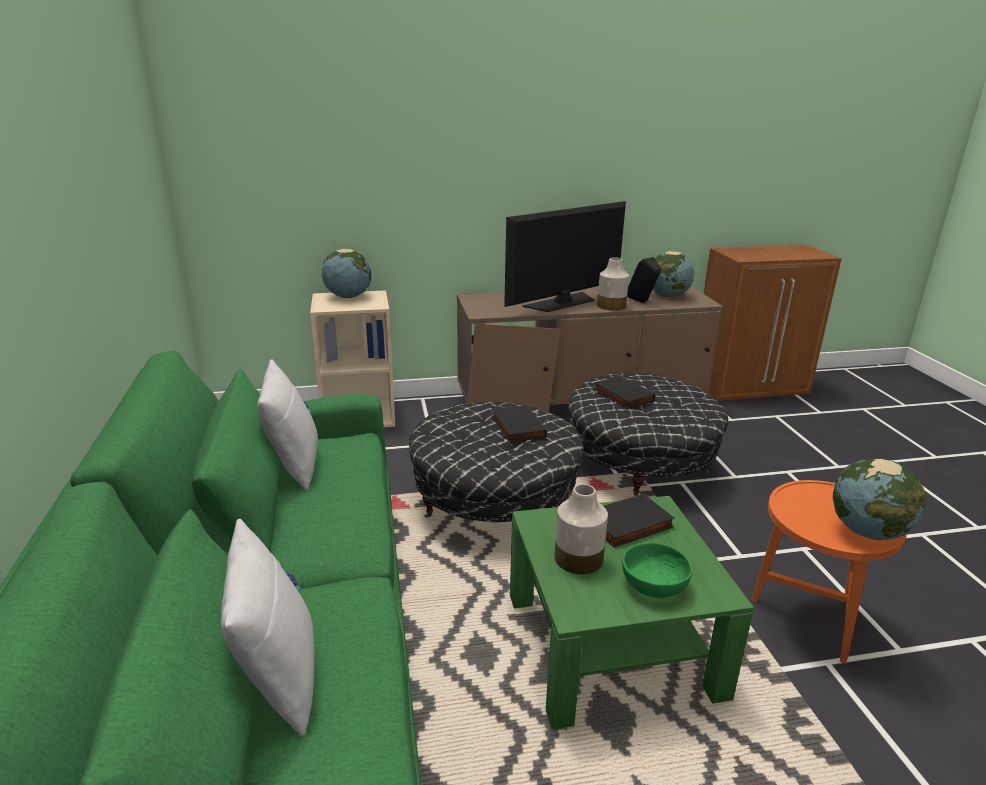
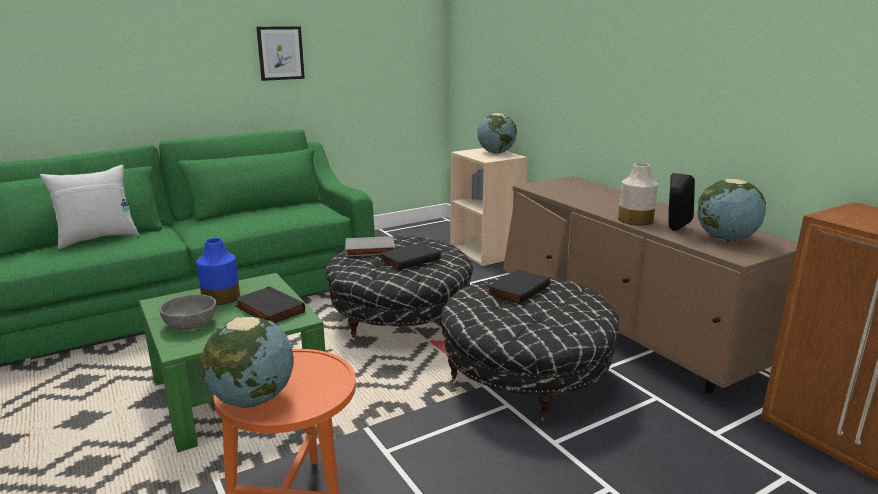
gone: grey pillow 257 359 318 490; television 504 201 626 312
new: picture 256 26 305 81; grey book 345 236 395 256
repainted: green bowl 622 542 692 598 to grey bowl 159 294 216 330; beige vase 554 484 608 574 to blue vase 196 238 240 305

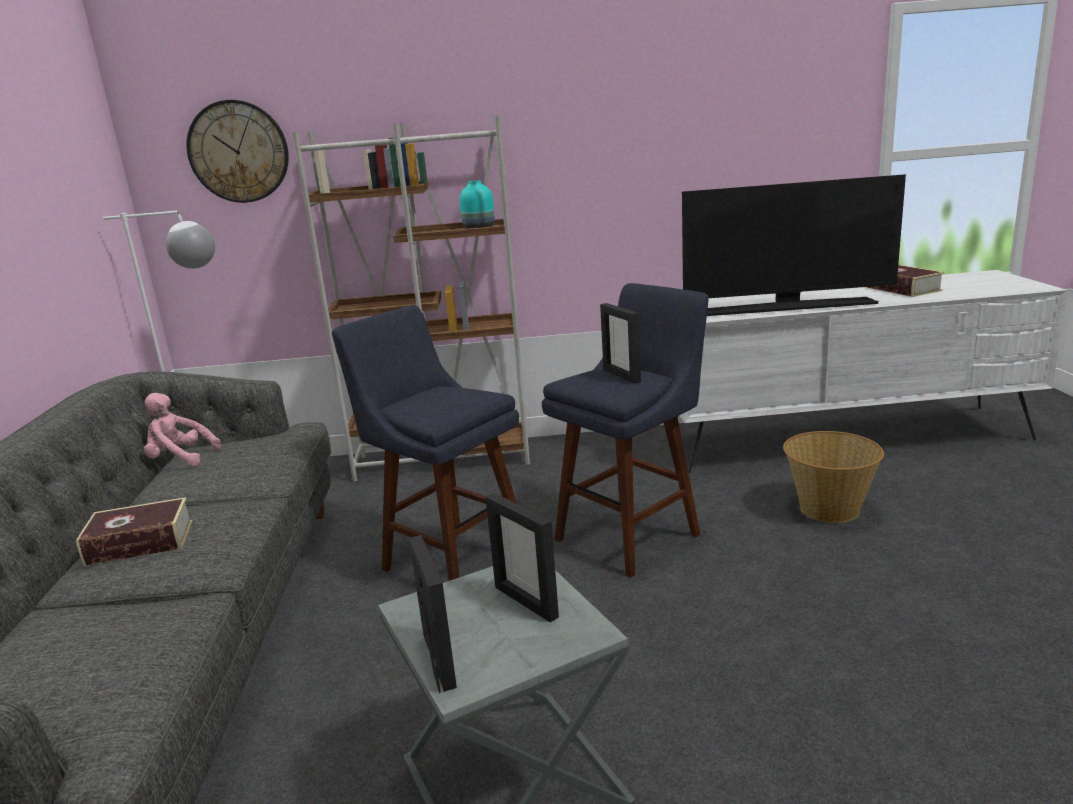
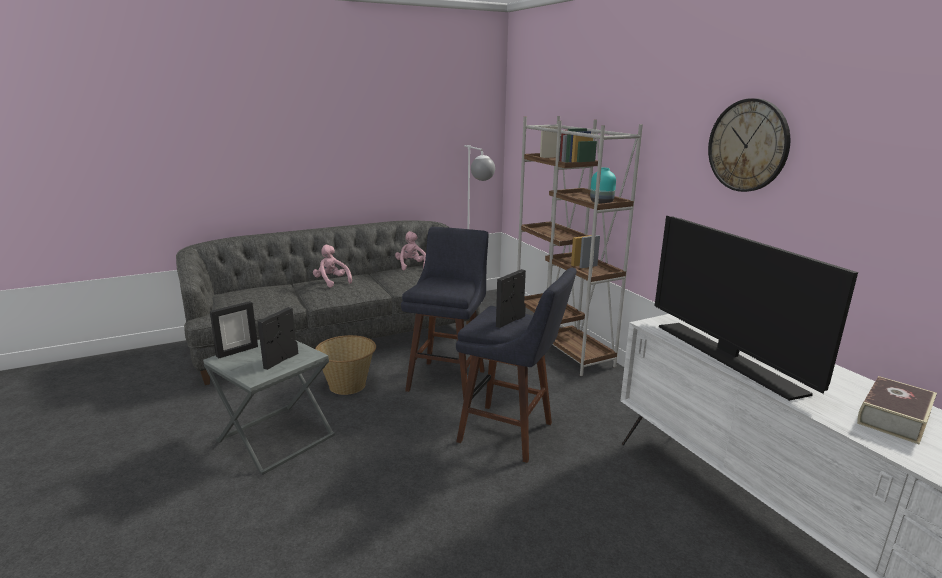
shifted: basket 783 431 884 523 to 315 335 376 395; wall clock 186 100 289 203 to 708 98 790 192
swapped: book 76 497 192 566 to pink plush toy 313 245 352 288

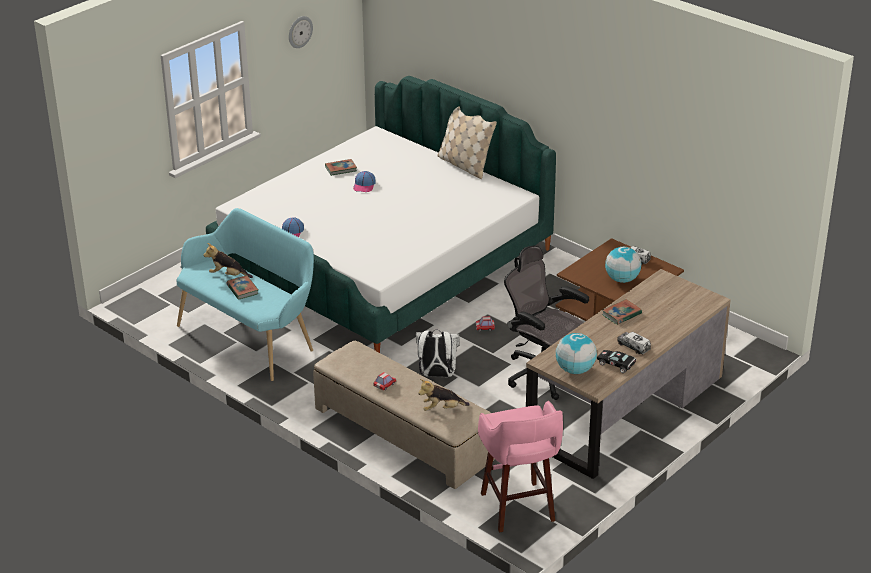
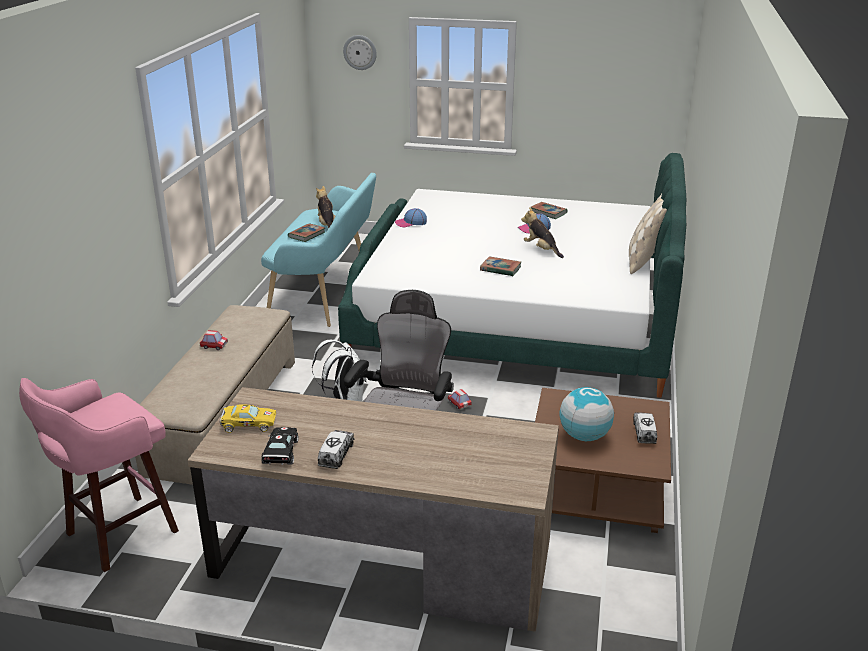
shifted: wall clock 289 16 313 48 to 343 35 377 70; book 602 299 642 325 to 480 256 521 276; plush toy 418 379 470 411 to 521 207 564 258
swapped: globe 556 333 597 374 to yellow toy car 220 405 276 433

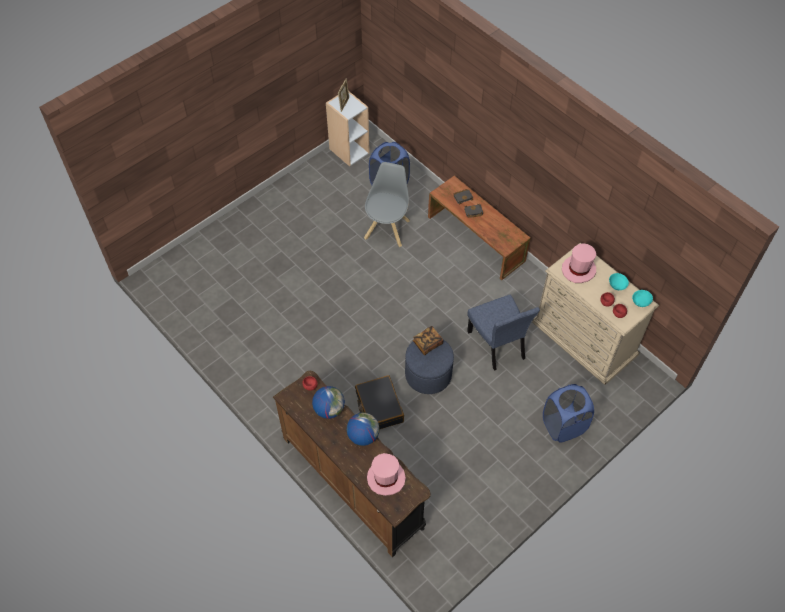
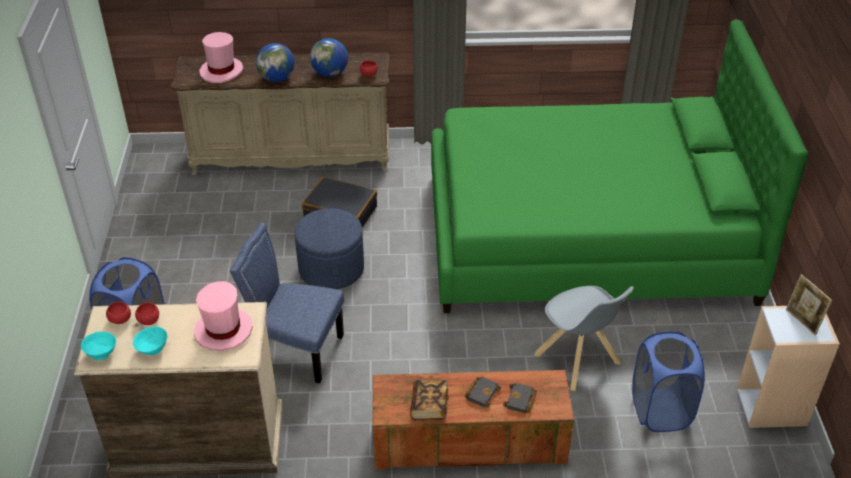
new: green bed 431 19 808 313
shifted: book 413 326 443 355 to 410 379 449 421
repainted: black cabinet 273 371 431 558 to beige cabinet 171 52 390 175

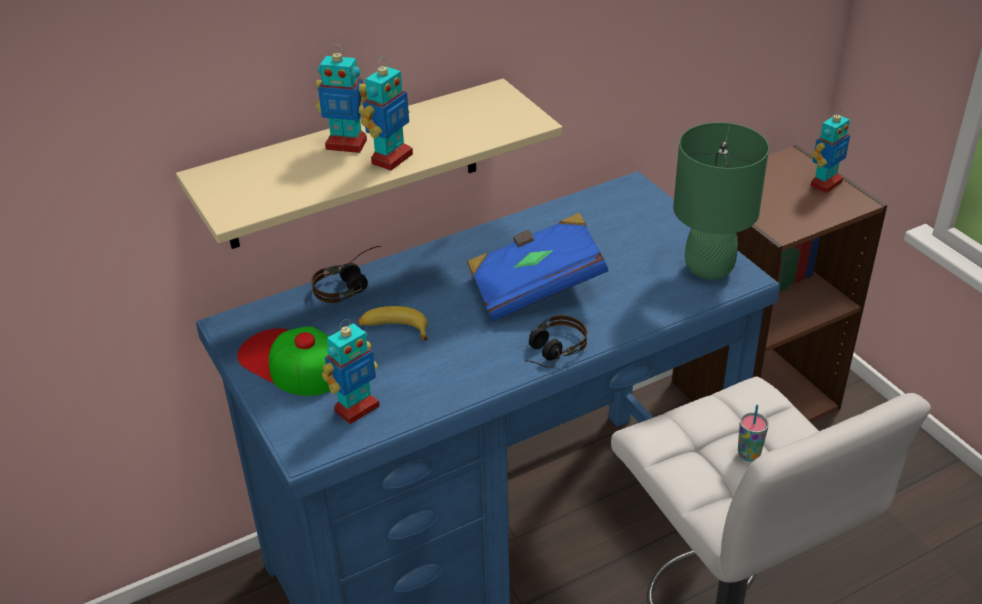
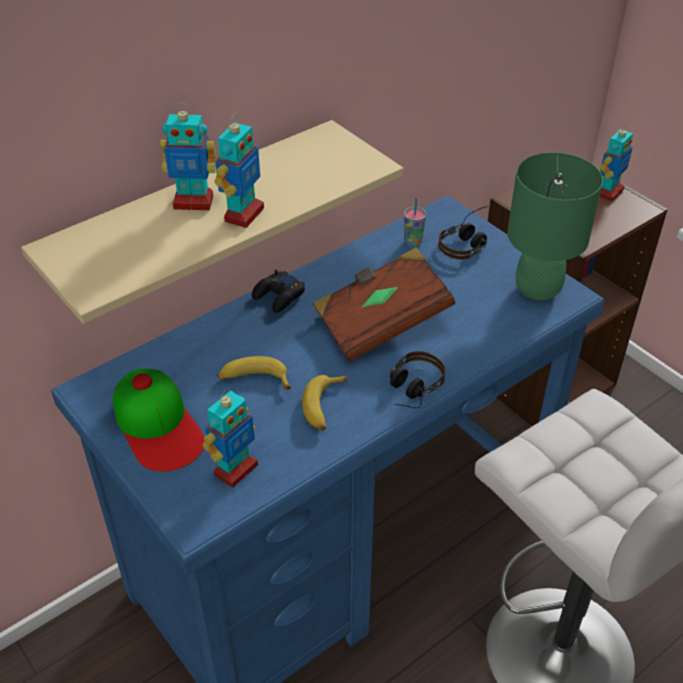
new: black game controller 252 270 305 313; banana 302 375 347 431
shifted: cup 738 405 769 461 to 404 198 426 247; headphones 311 246 381 303 to 438 206 489 260
repainted: blue book 467 213 608 321 to brown book 313 247 455 362
rotated: cap 237 326 330 396 = 113 369 204 472 150 degrees counterclockwise

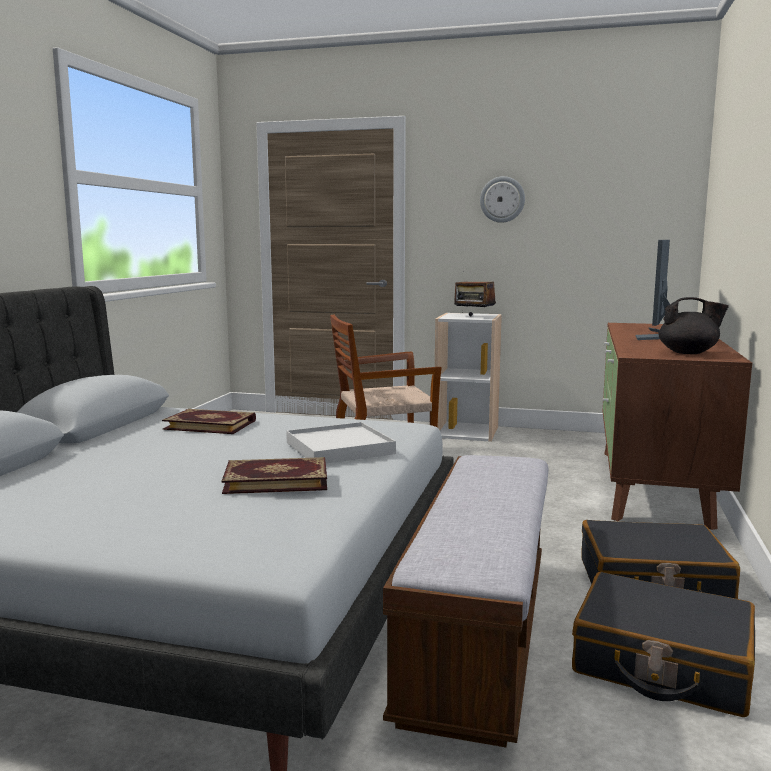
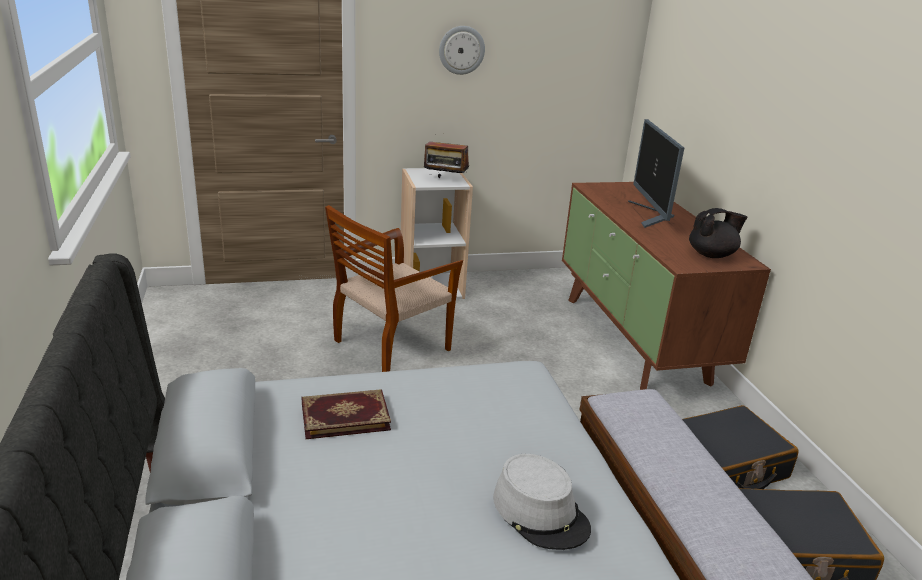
gone: white tray 286 422 396 463
swapped: book 222 457 327 494 to grey hat 493 454 591 550

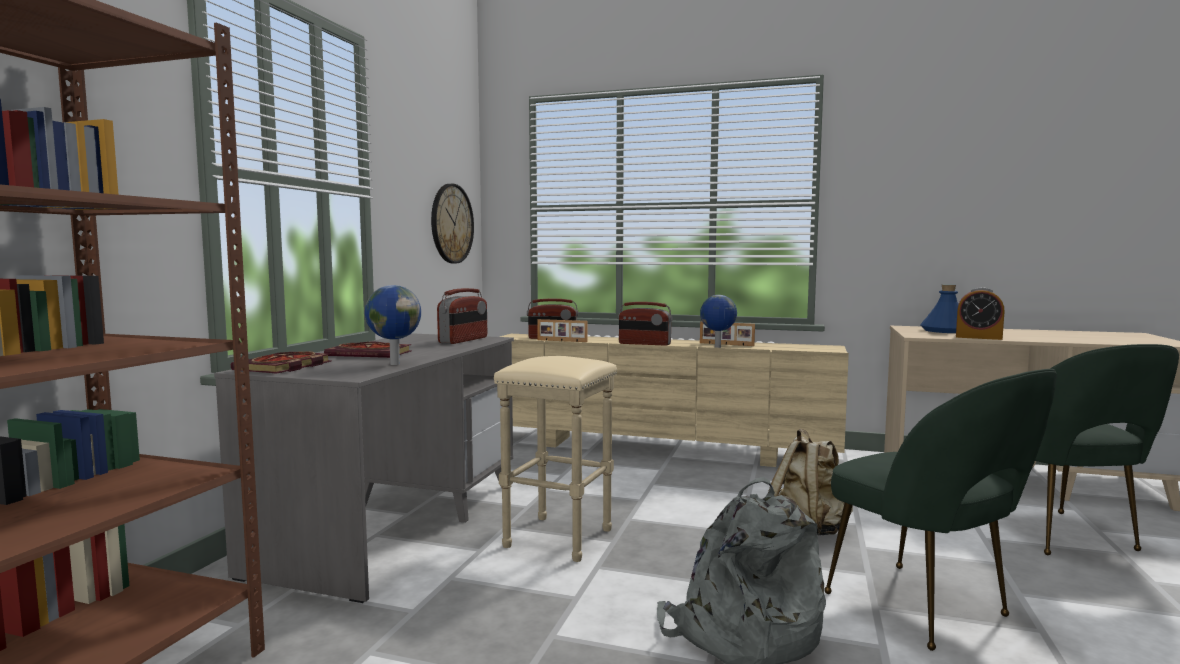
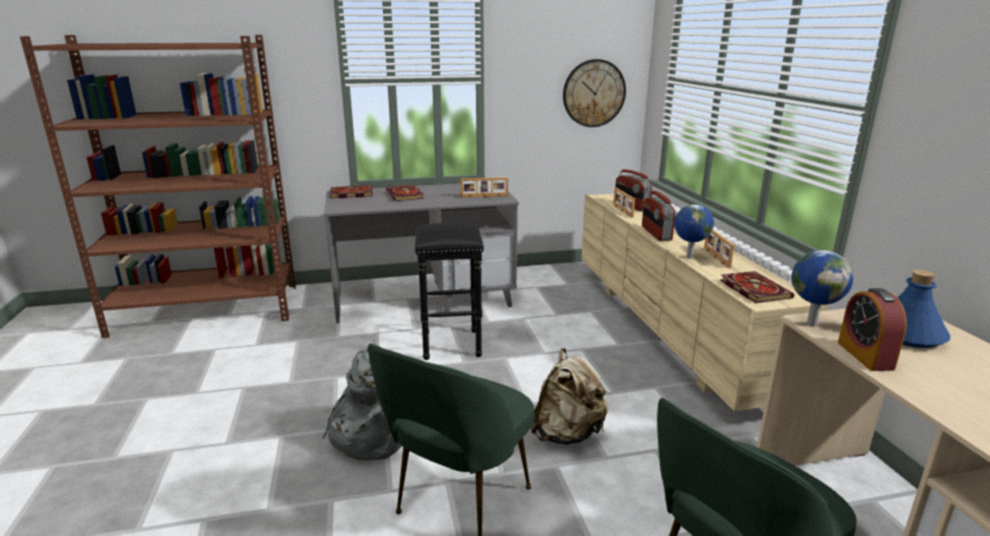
new: book 720 271 794 303
shifted: globe 365 285 421 365 to 791 250 853 327
swapped: radio 437 288 488 344 to picture frame 461 177 508 198
repainted: beige stool 494 356 617 562 to black stool 415 223 484 360

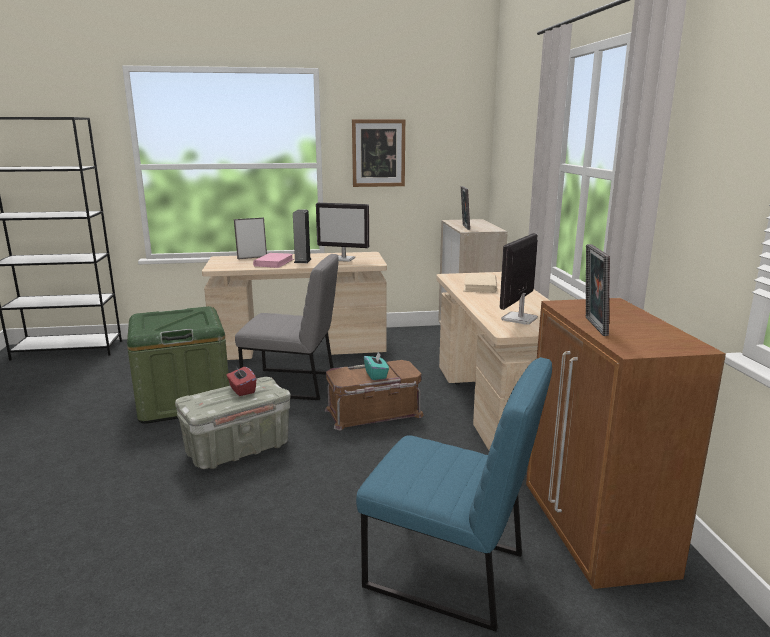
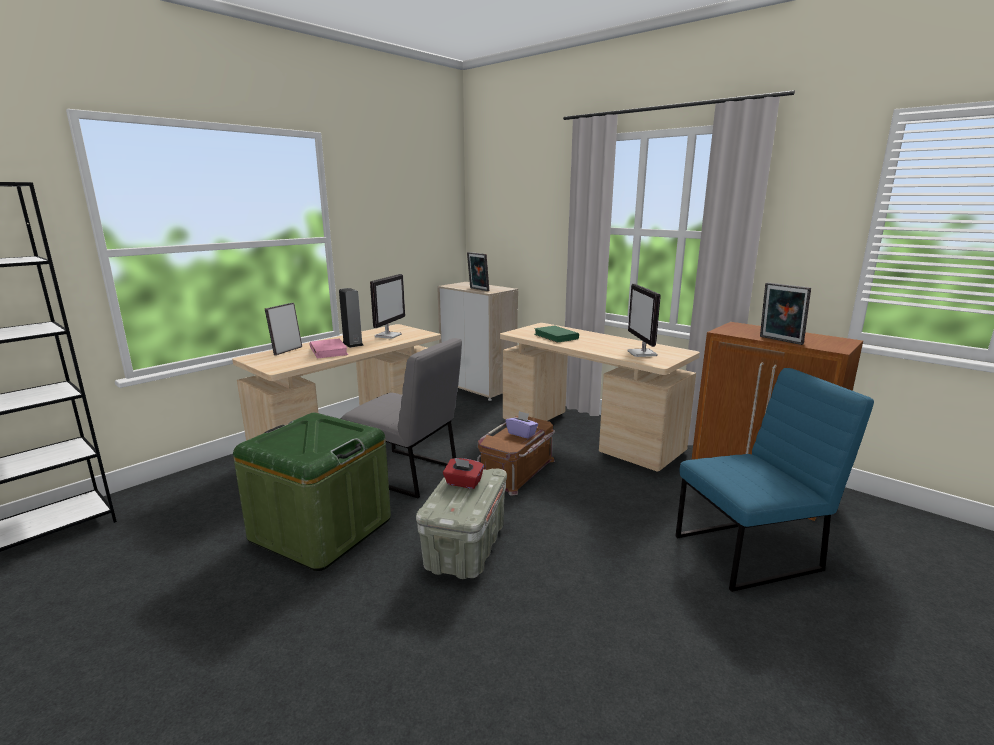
gone: picture 352 119 405 187
repainted: turquoise tissue box 364 352 389 380 to purple tissue box 506 411 538 438; beige book 464 274 497 293 to green book 534 326 579 342
rotated: grey chair 235 254 339 400 = 342 338 462 498 60 degrees clockwise; monitor 316 203 369 262 = 370 274 405 339 45 degrees counterclockwise

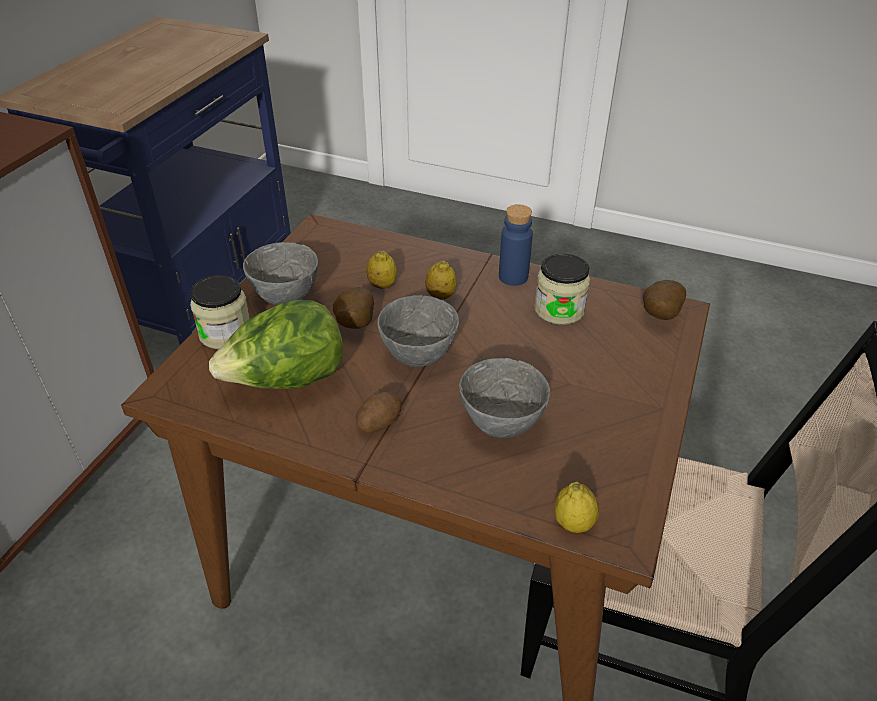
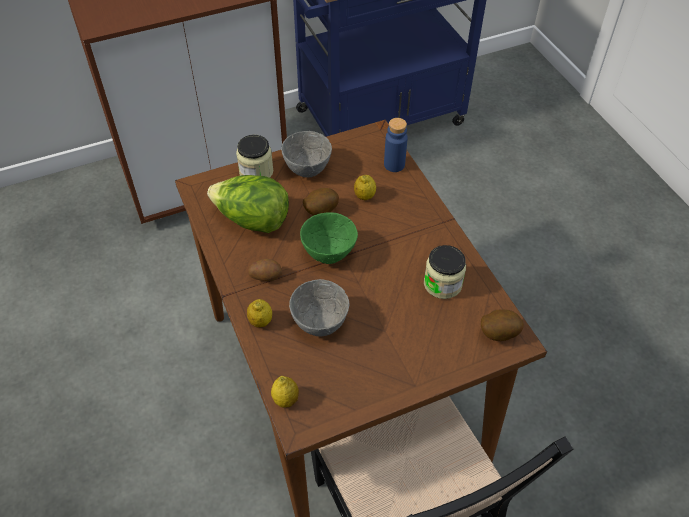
shifted: lemon 425 261 457 300 to 247 299 272 328; blue bottle 499 204 533 286 to 384 118 408 172
repainted: grey bowl 377 295 459 367 to green bowl 300 212 358 264

